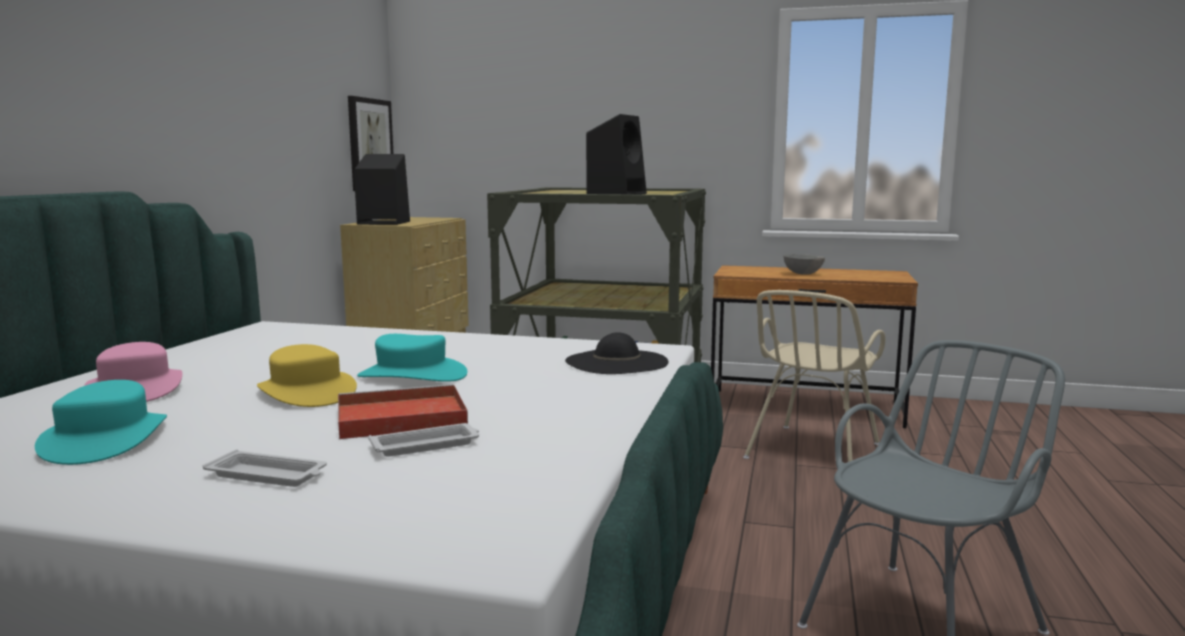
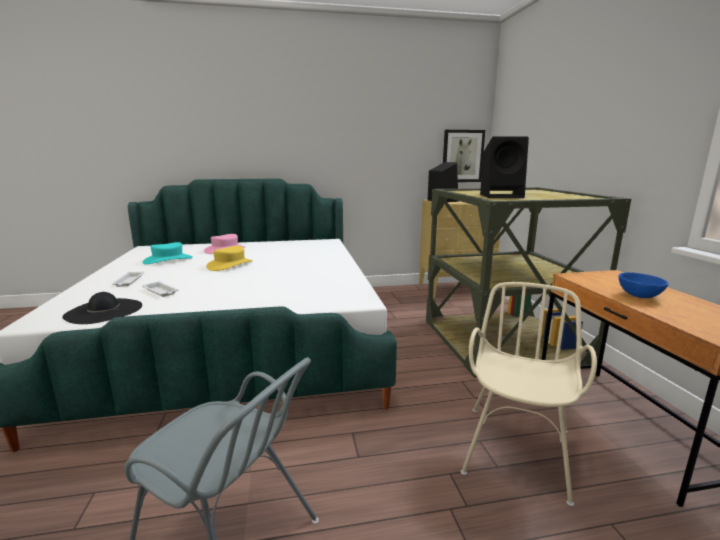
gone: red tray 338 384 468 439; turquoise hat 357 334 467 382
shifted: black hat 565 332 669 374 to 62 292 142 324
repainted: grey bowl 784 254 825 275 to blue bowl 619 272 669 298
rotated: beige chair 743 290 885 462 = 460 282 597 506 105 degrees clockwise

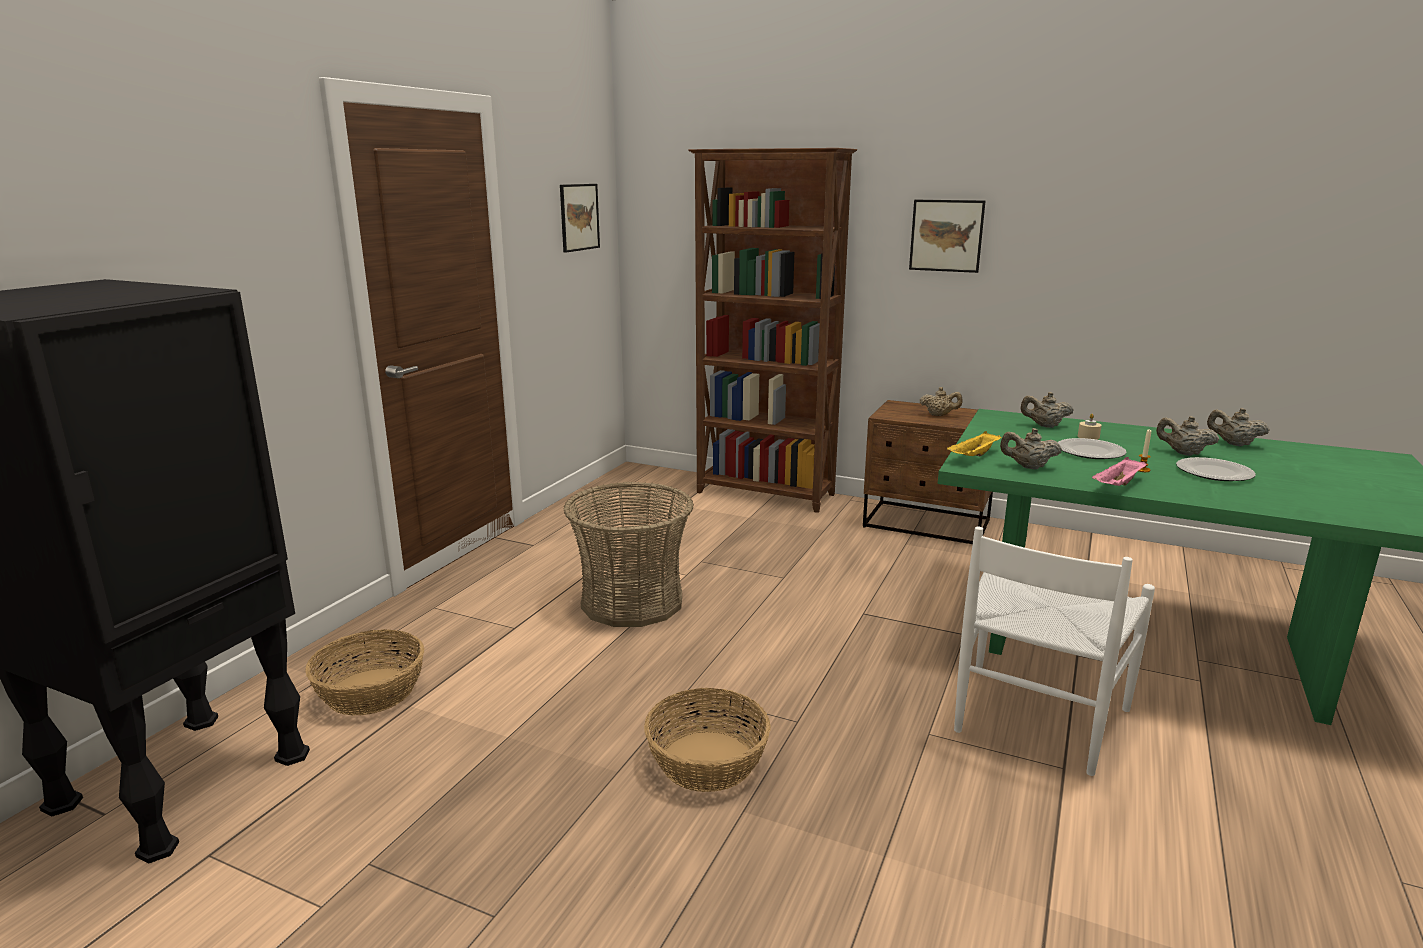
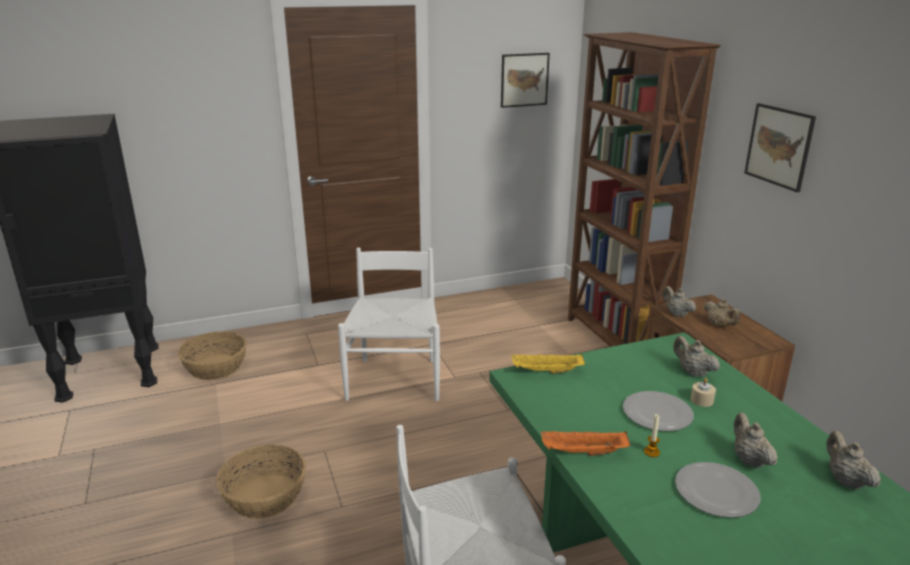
shifted: beige teapot 1000 428 1062 470 to 662 286 696 317
swapped: basket 564 481 694 627 to white chair 338 248 440 401
repainted: pink tray 1092 457 1147 486 to orange tray 541 431 630 456

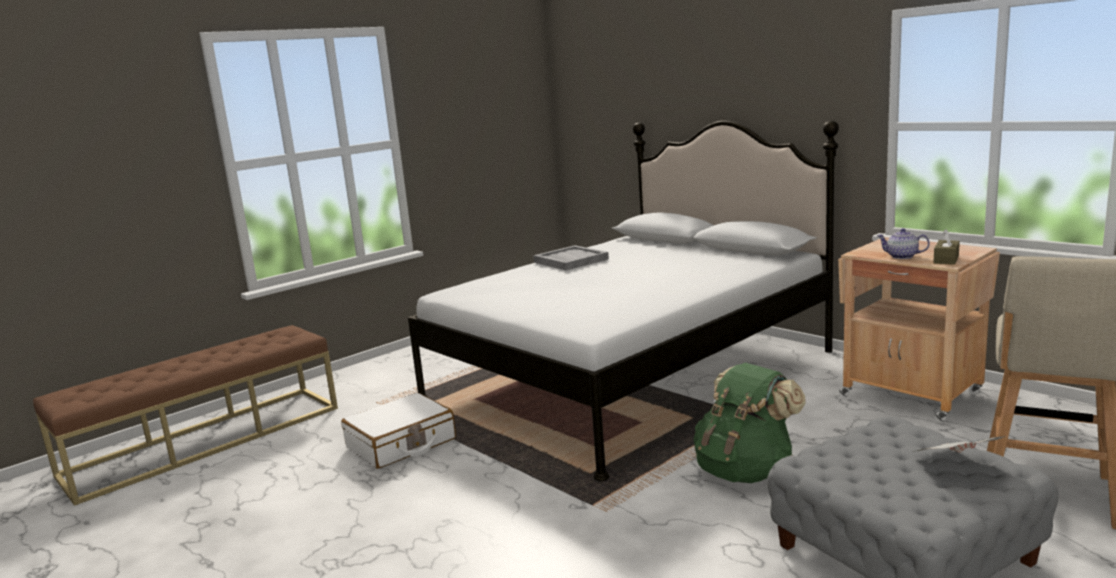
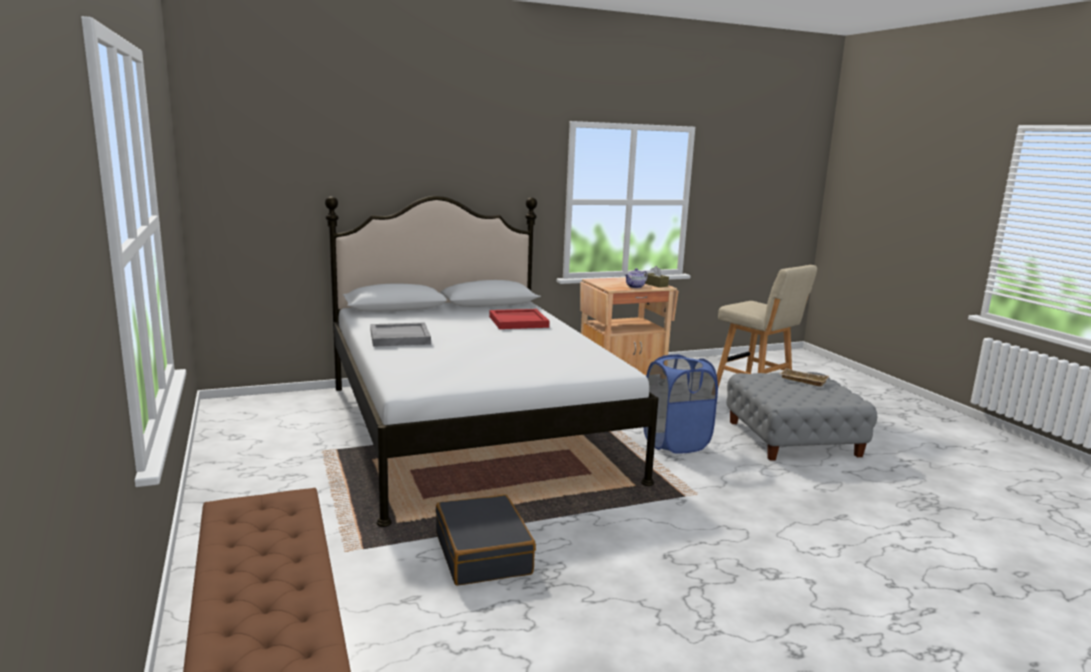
new: red tray 489 309 549 329
swapped: green backpack 694 363 806 483 to blue laundry basket 644 354 718 454; newspaper 913 437 1003 453 to beige tray 780 368 829 386
repainted: white suitcase 341 393 456 469 to black suitcase 435 494 536 586

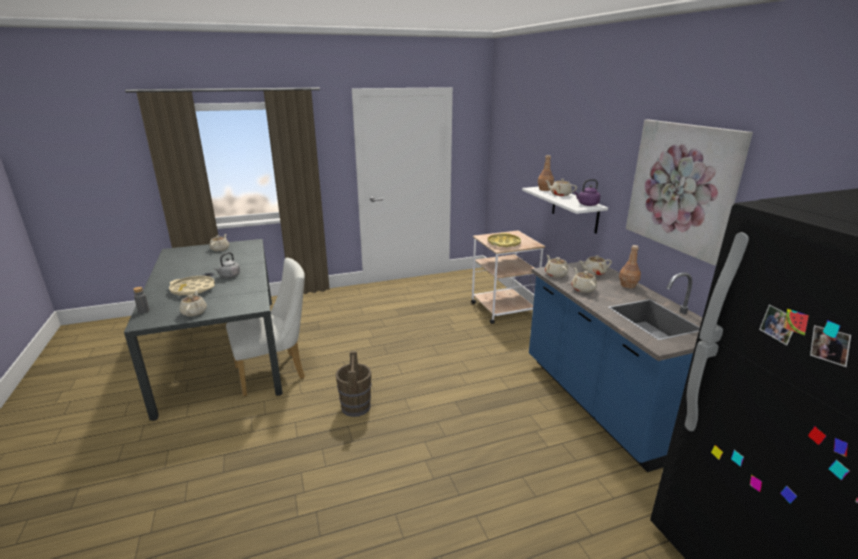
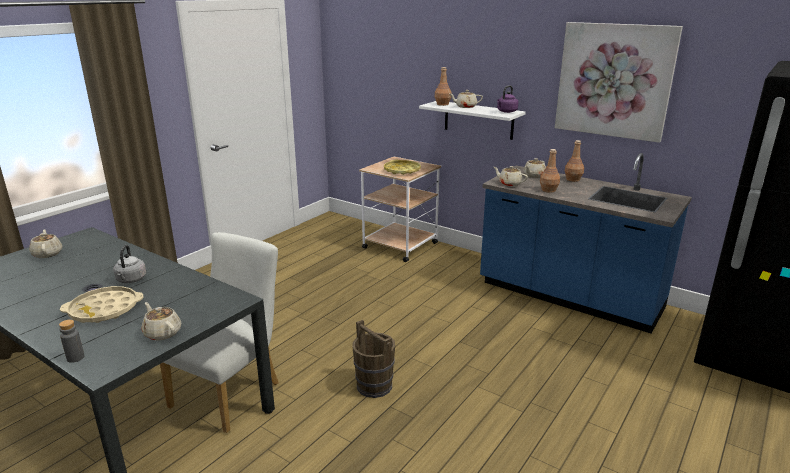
swapped: beige teapot 571 268 597 293 to brown bottle 540 149 560 193

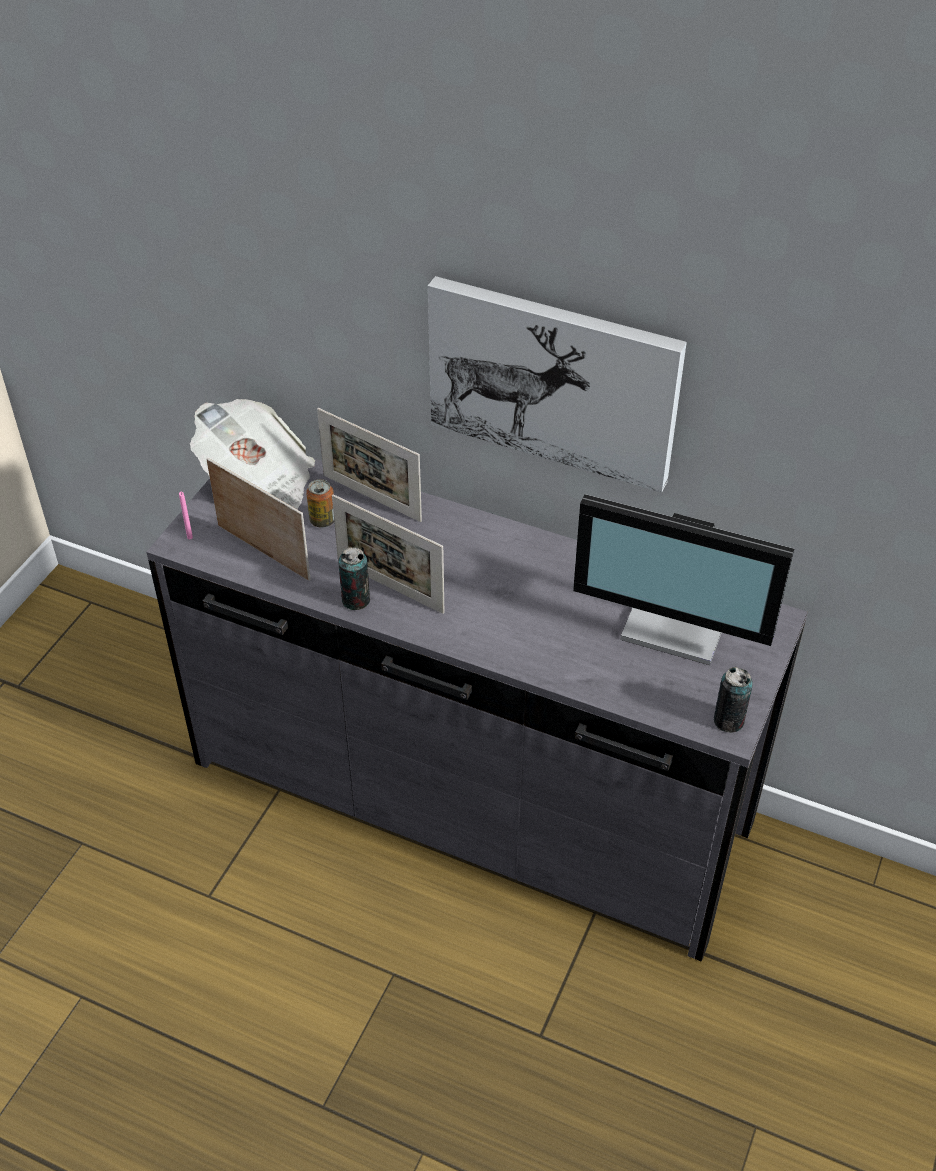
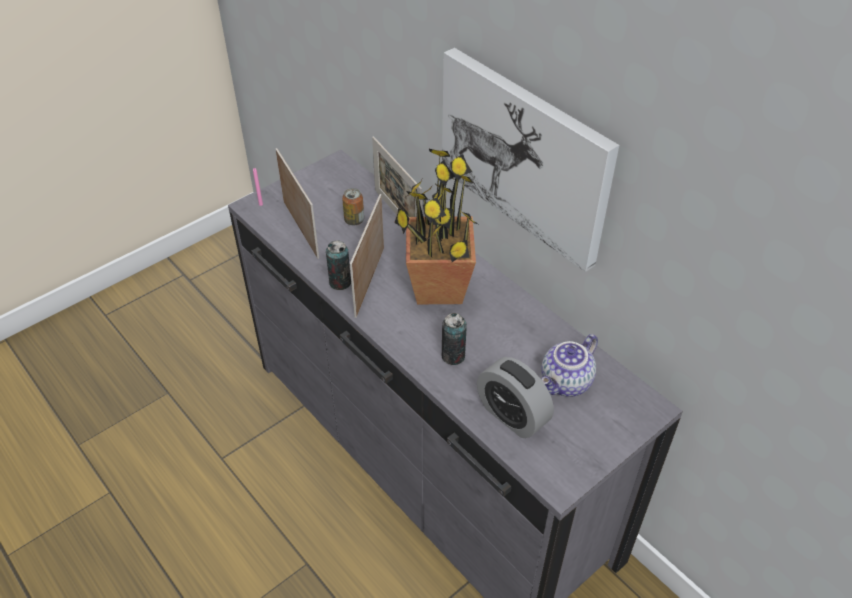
gone: newspaper 190 399 315 510
new: potted plant 394 149 480 304; alarm clock 477 357 554 438
shifted: can 714 667 753 733 to 441 313 467 365
swapped: monitor 573 494 794 665 to teapot 541 334 598 397
rotated: picture frame 332 494 444 614 = 350 194 384 318 45 degrees clockwise

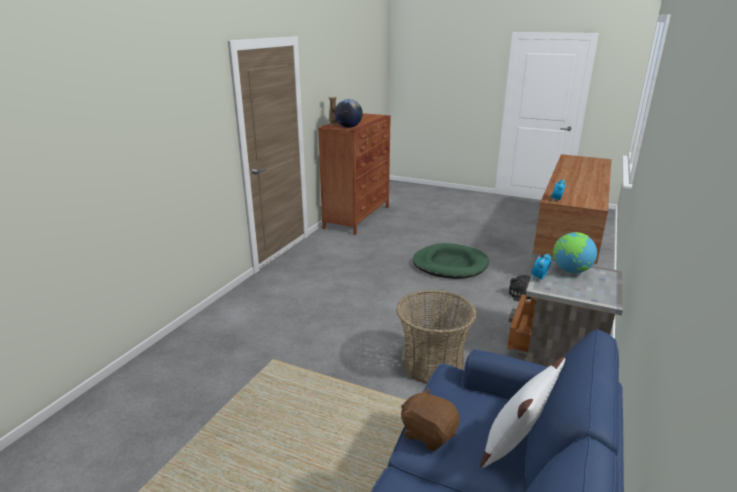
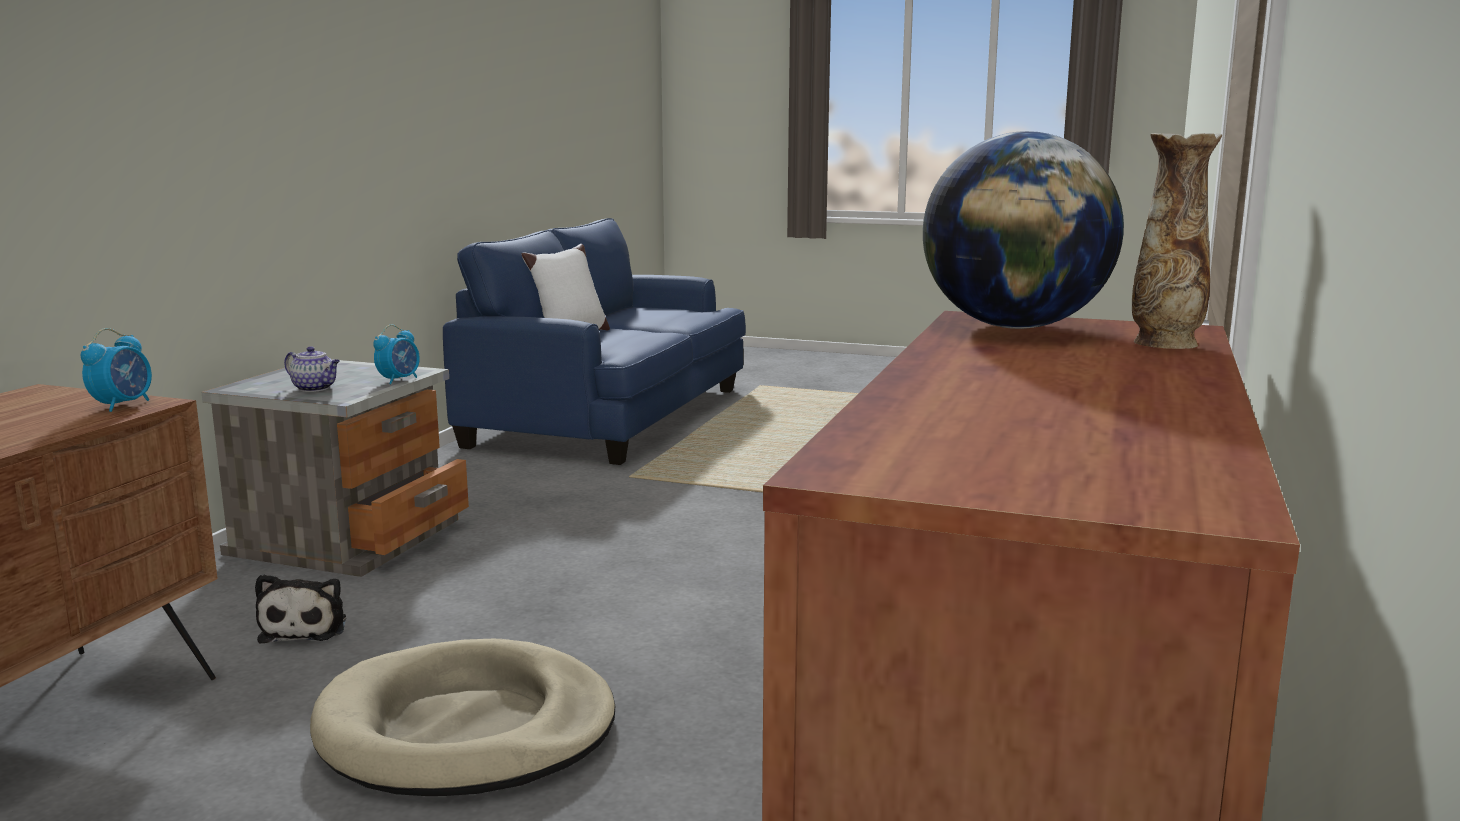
gone: basket 396 290 477 384; brown plush toy 401 388 460 451
swapped: globe 553 232 597 273 to teapot 284 346 340 392
repainted: green dog bed 413 243 489 279 to beige dog bed 310 639 615 796

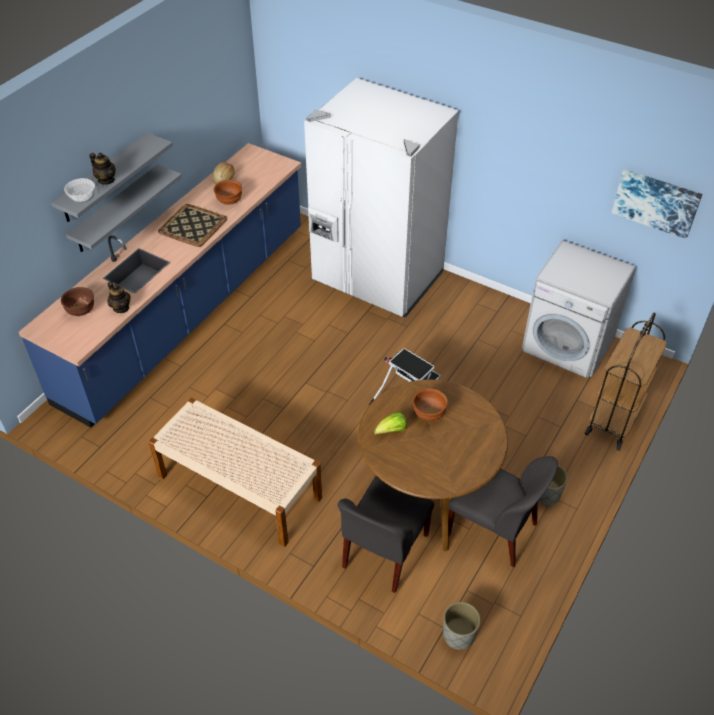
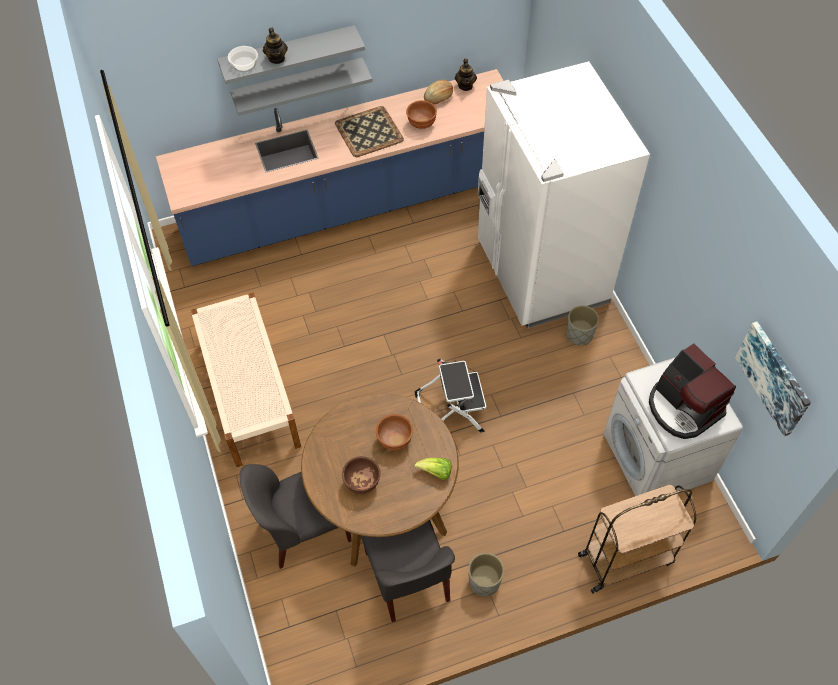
new: coffee machine 649 343 736 439
shifted: brown bowl 61 287 94 316 to 342 456 381 495; lettuce 374 412 407 435 to 414 458 451 480; teapot 107 282 131 313 to 455 59 477 91; grey planter 443 602 480 650 to 567 305 599 345

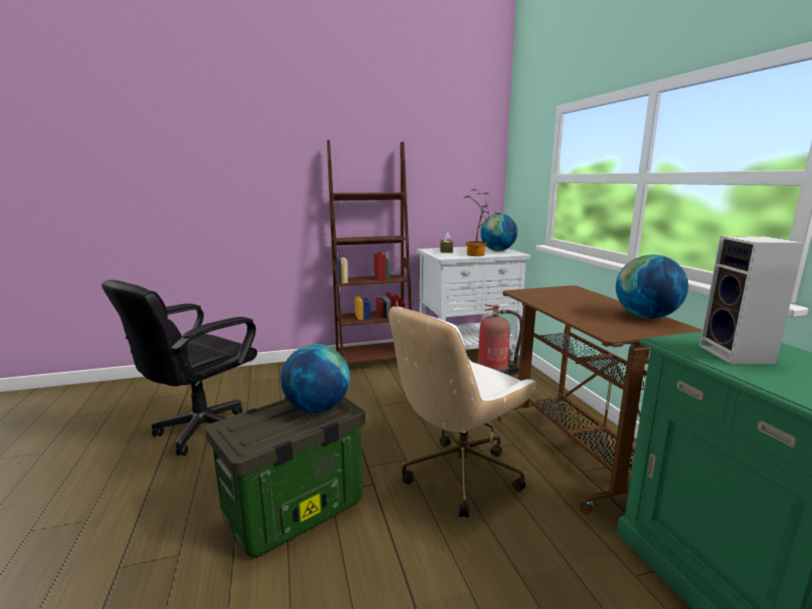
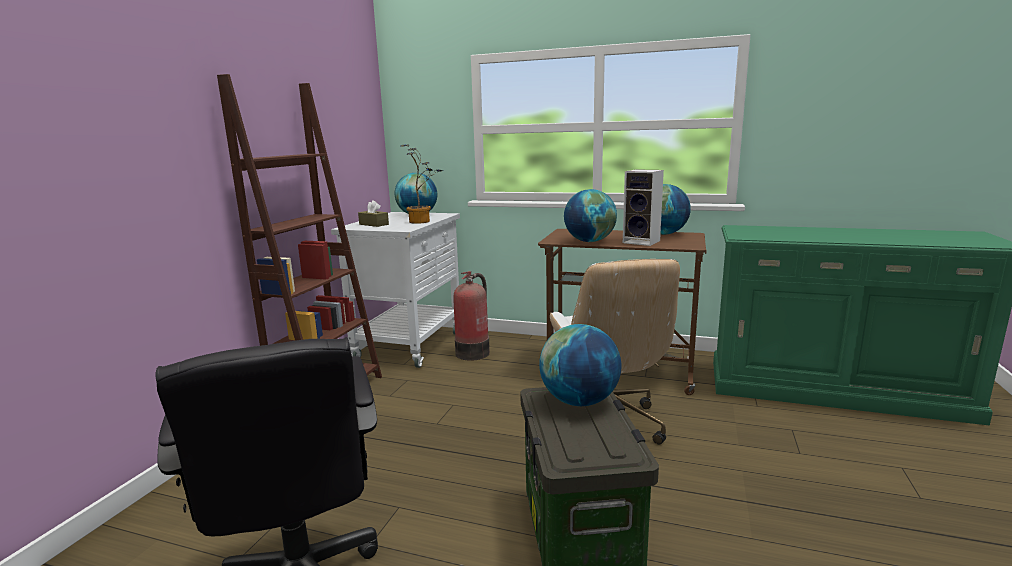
new: globe 564 189 617 242
shifted: speaker 699 236 805 364 to 623 169 664 246

